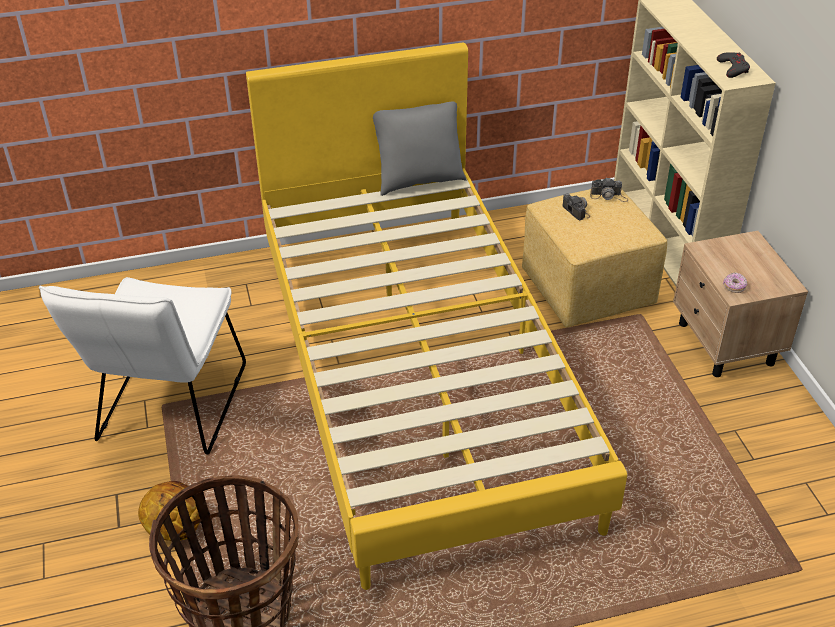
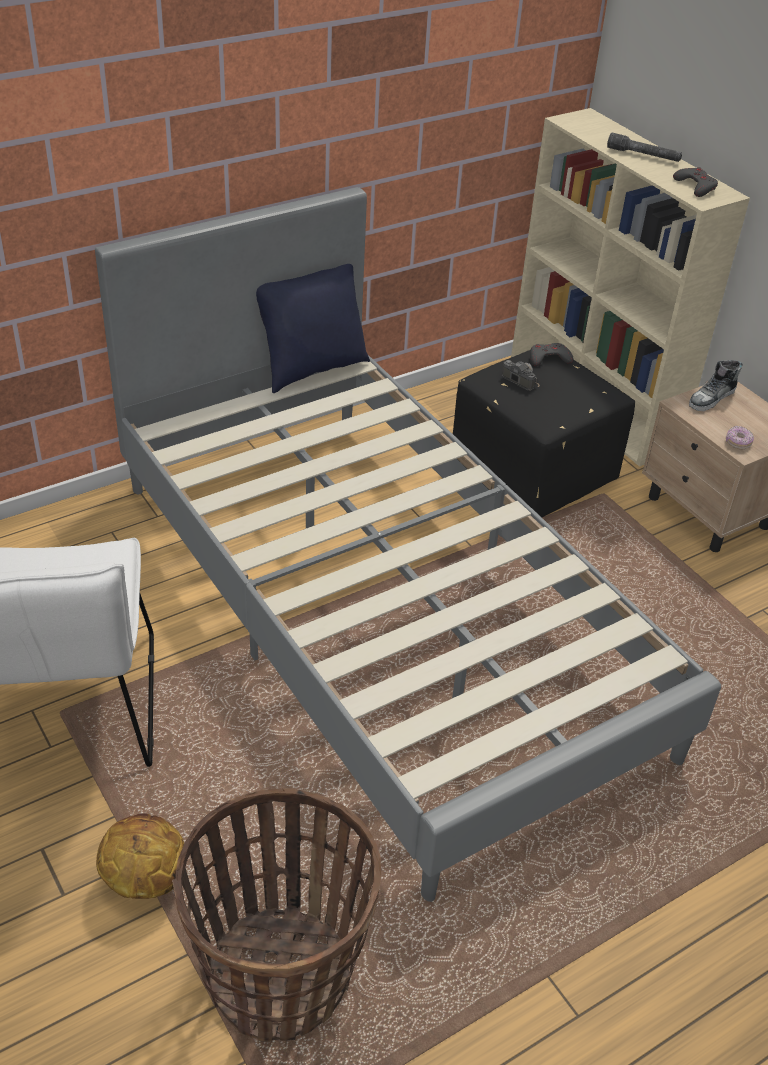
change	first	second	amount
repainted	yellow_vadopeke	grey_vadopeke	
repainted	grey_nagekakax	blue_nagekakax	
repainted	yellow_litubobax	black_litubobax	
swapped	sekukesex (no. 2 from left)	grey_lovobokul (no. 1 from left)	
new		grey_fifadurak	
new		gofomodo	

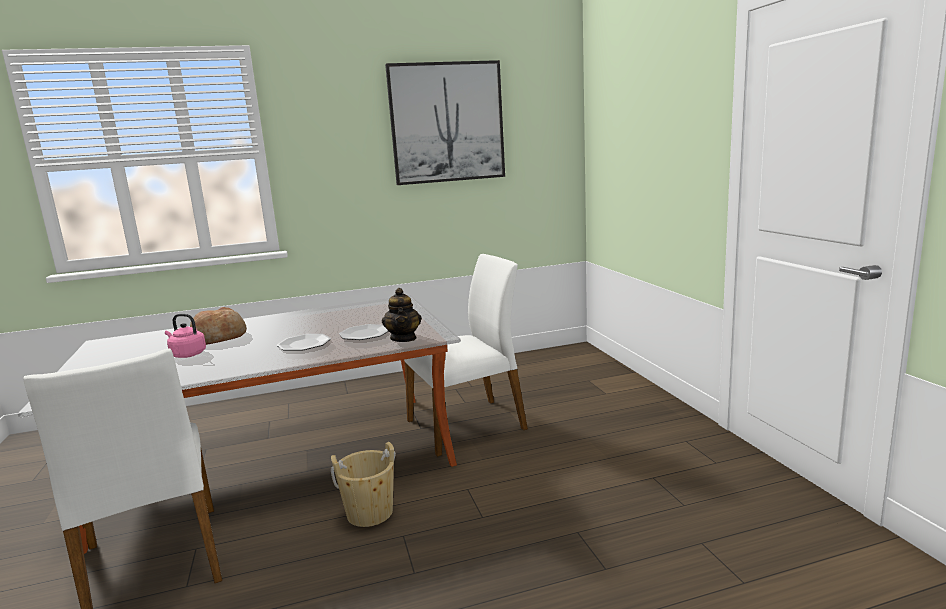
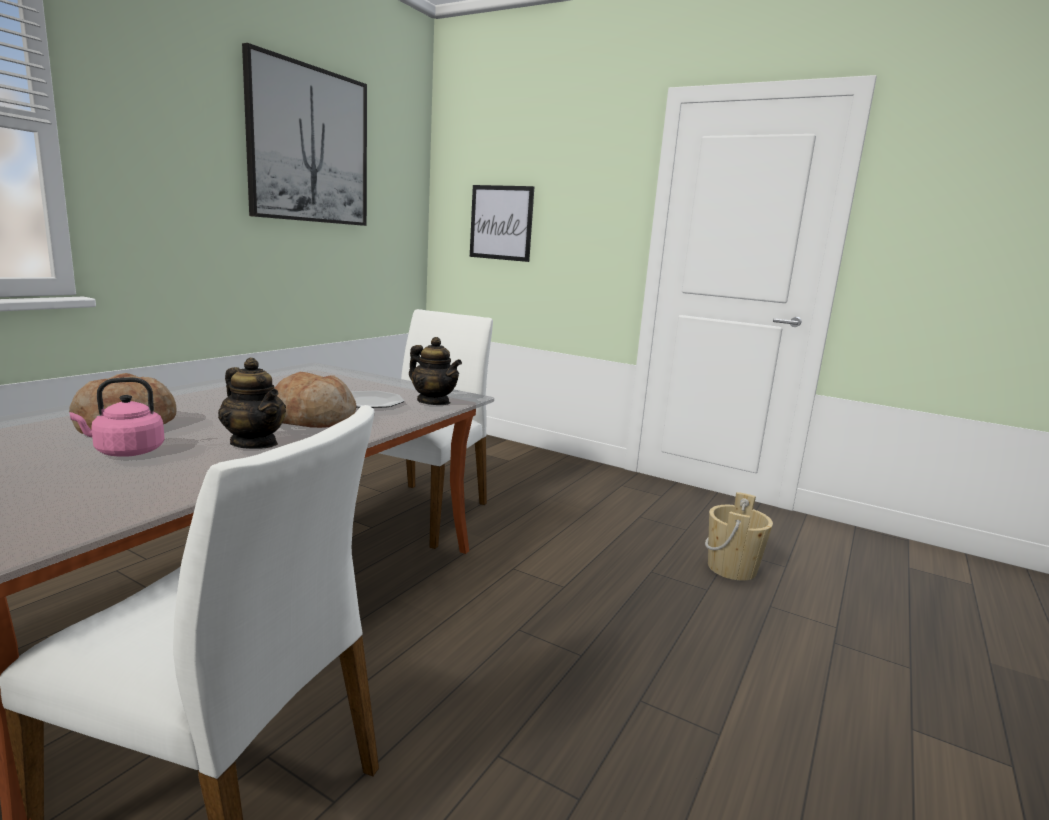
change	first	second	amount
new		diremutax (no. 1 from left)	
swapped	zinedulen (no. 1 from left)	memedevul (no. 2 from left)	
new		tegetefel (no. 2 from left)	
shifted	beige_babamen		

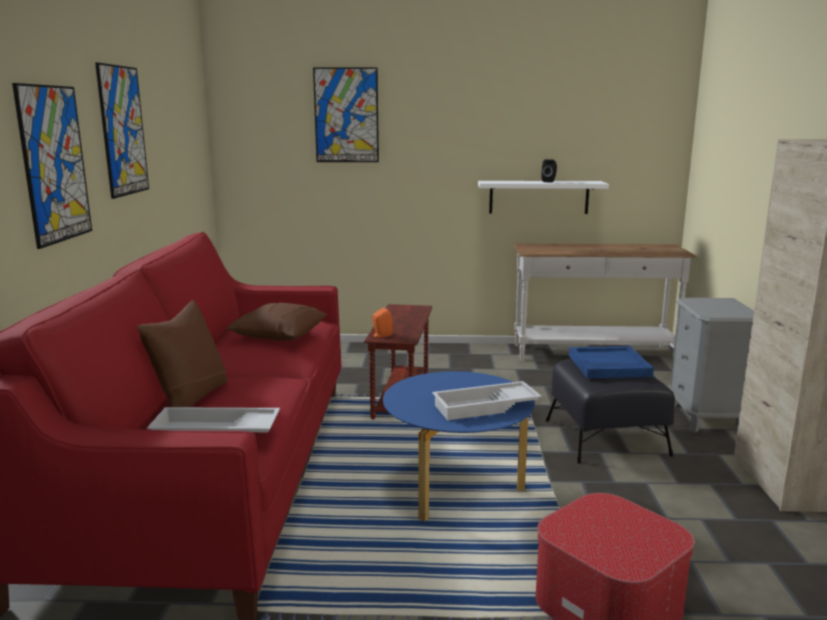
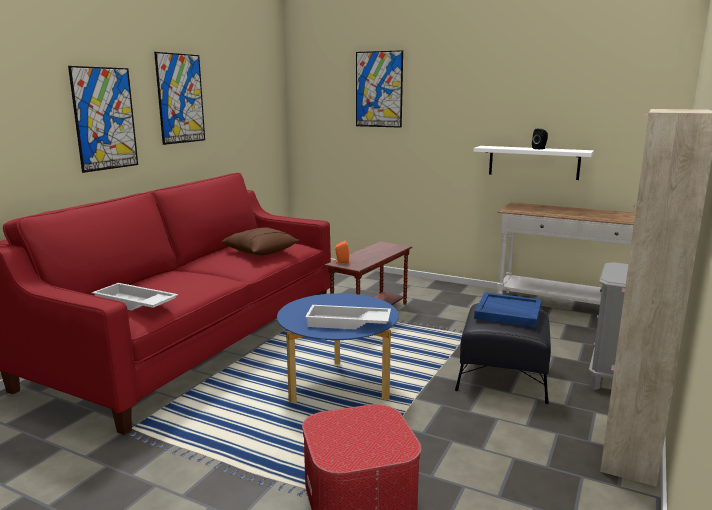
change	first	second	amount
gone	brown_nagekakax (no. 1 from left)		

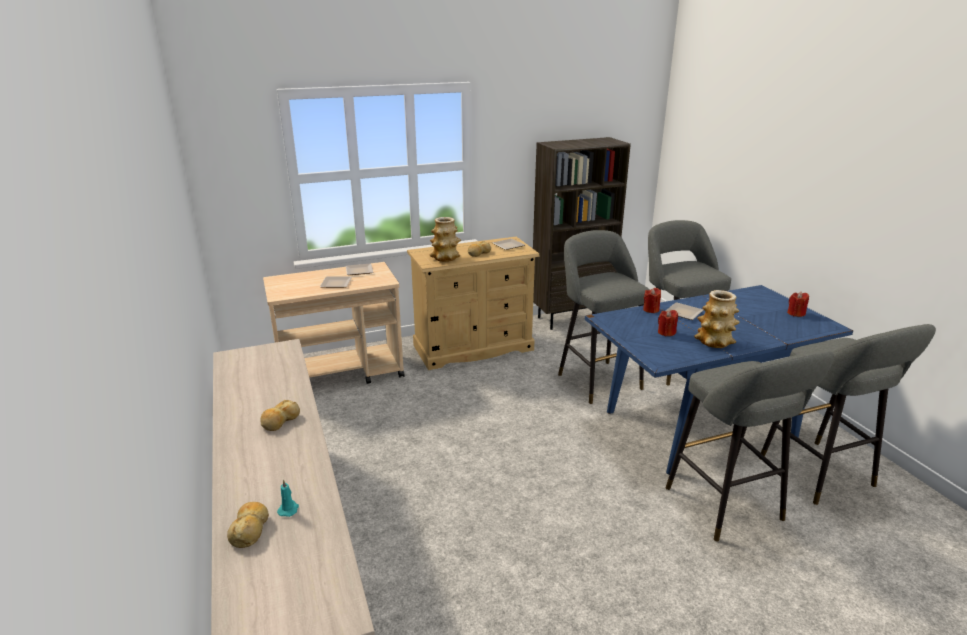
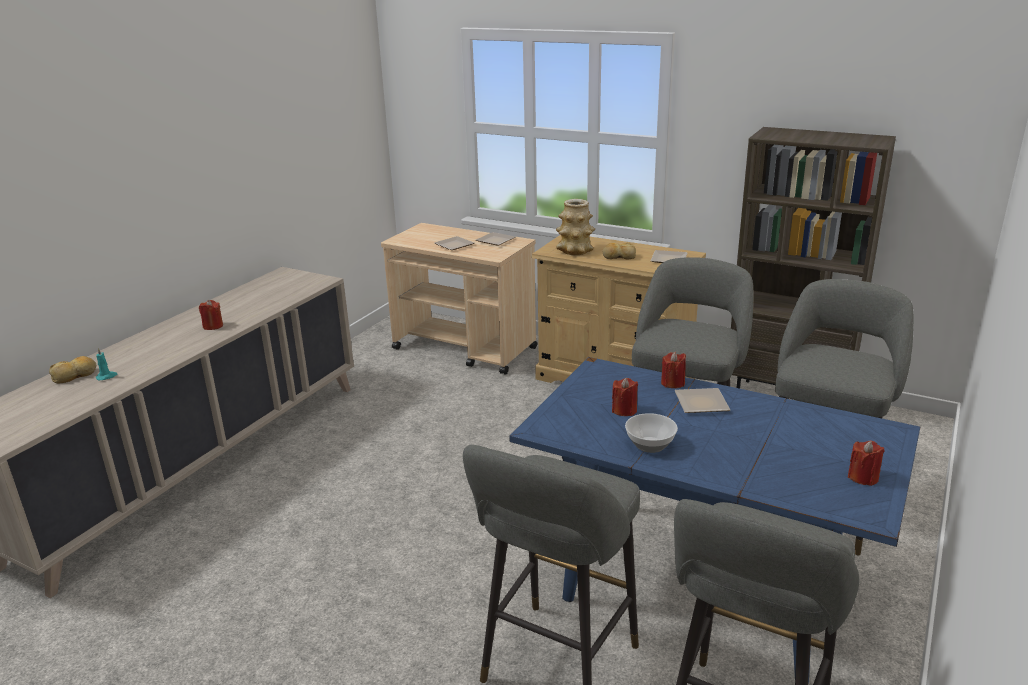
change	first	second	amount
swapped	memedevul (no. 2 from left)	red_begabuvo (no. 1 from left)	
swapped	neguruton (no. 2 from left)	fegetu	

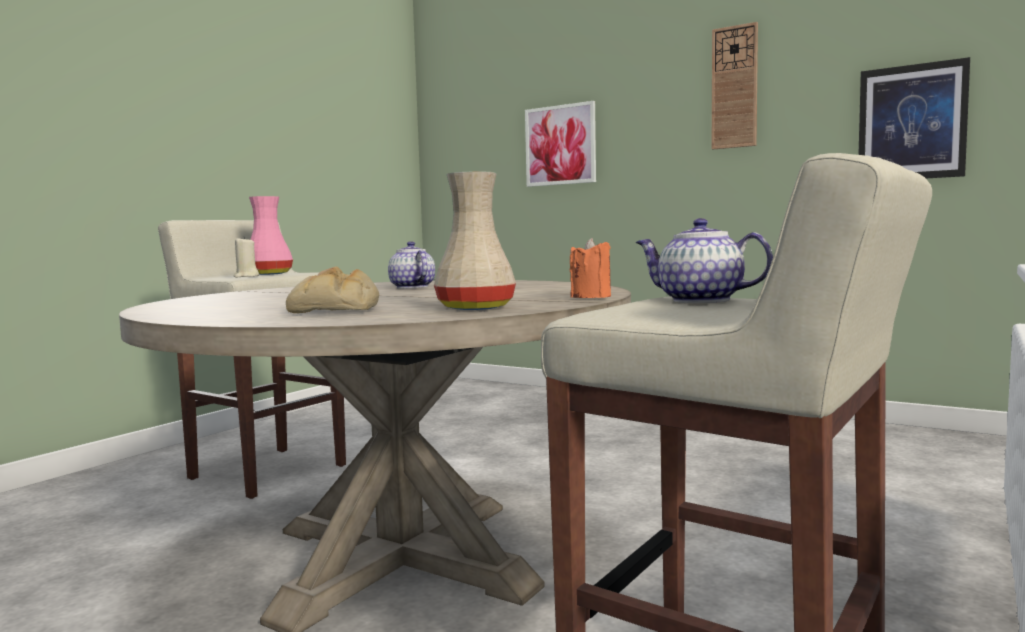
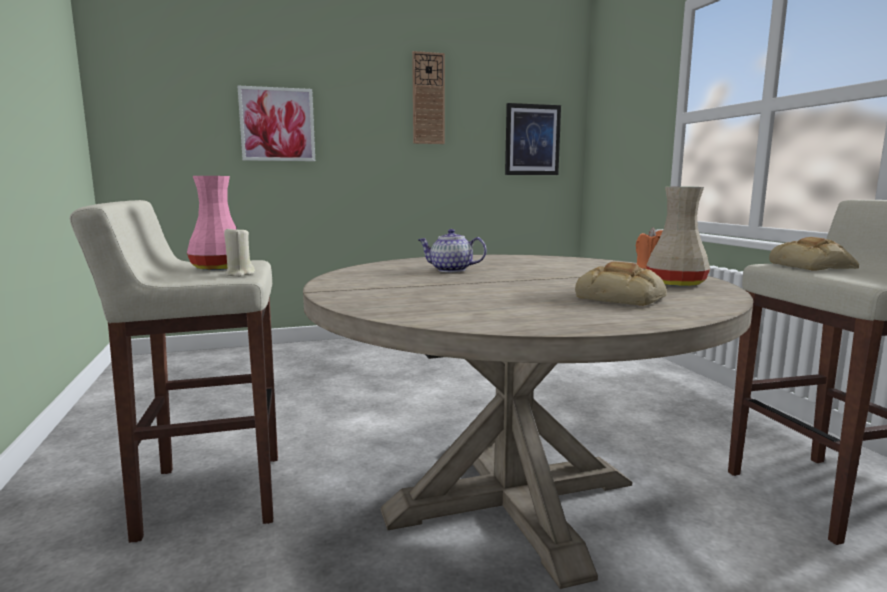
change	first	second	amount
swapped	diremutax (no. 2 from left)	memedevul (no. 2 from left)	

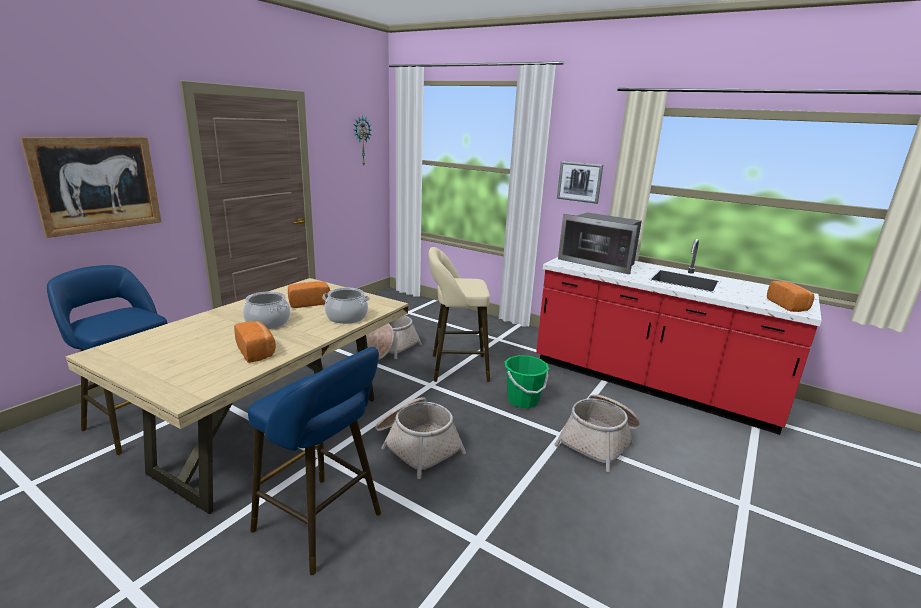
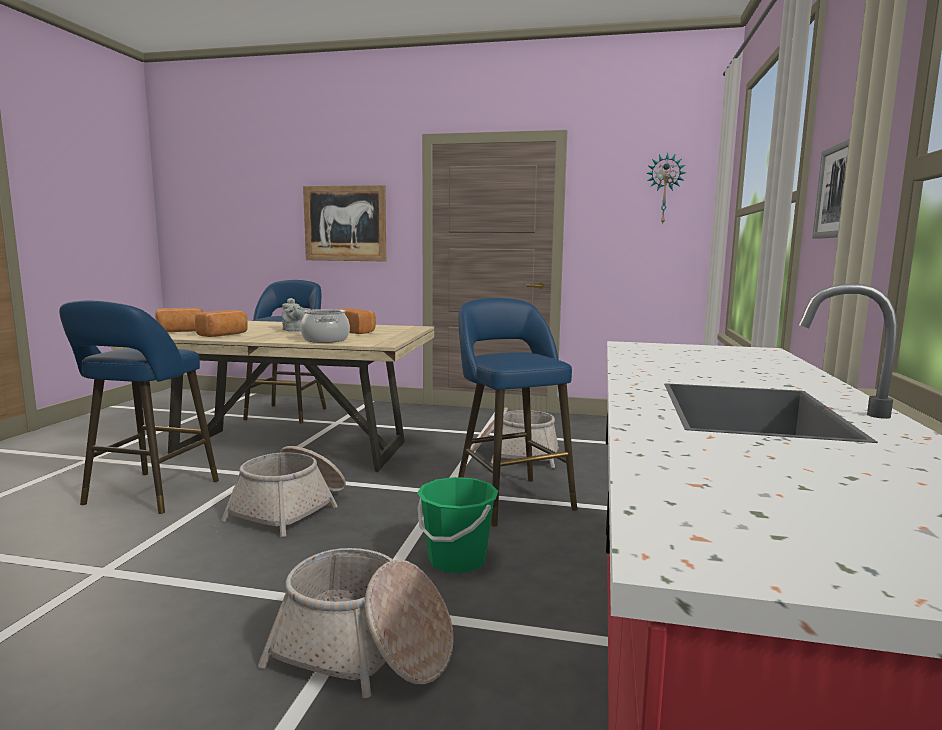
change	first	second	amount
shifted	memedevul (no. 3 from left in the first image)	memedevul (no. 1 from left)	
swapped	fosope (no. 1 from left)	grey_diremutax	
repainted	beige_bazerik	blue_bazerik (no. 3 from left)	
gone	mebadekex		

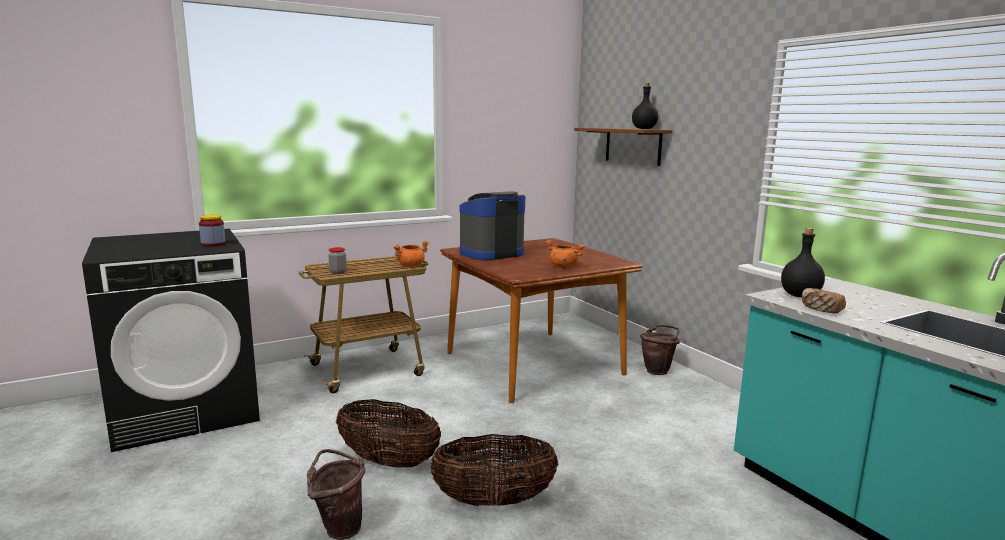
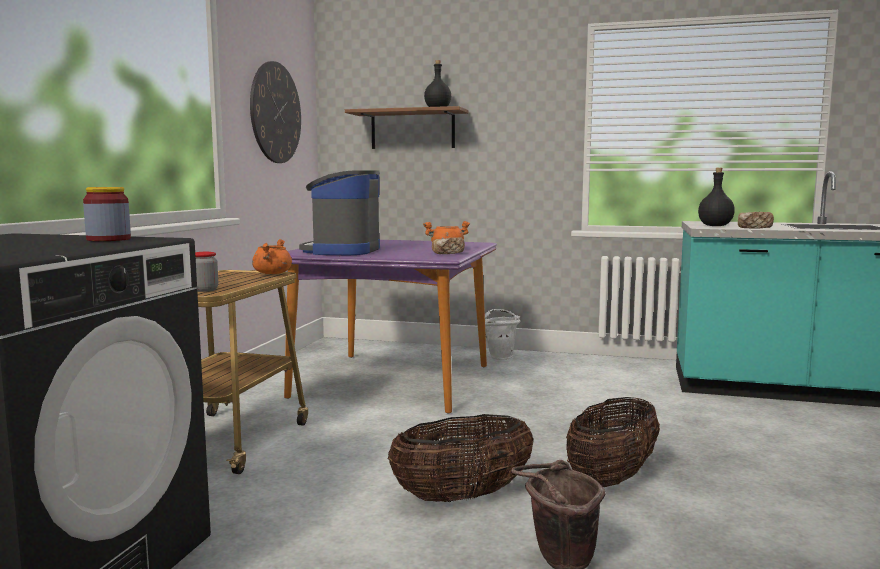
change	first	second	amount
new		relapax	
repainted	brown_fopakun	purple_fopakun	
new		memedevul (no. 1 from left)	
repainted	brown_babamen (no. 2 from left)	white_babamen	

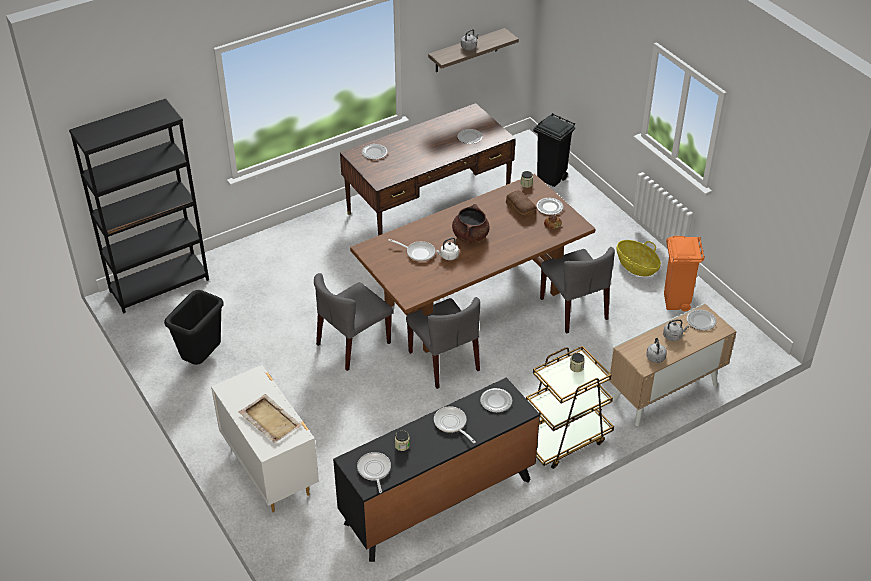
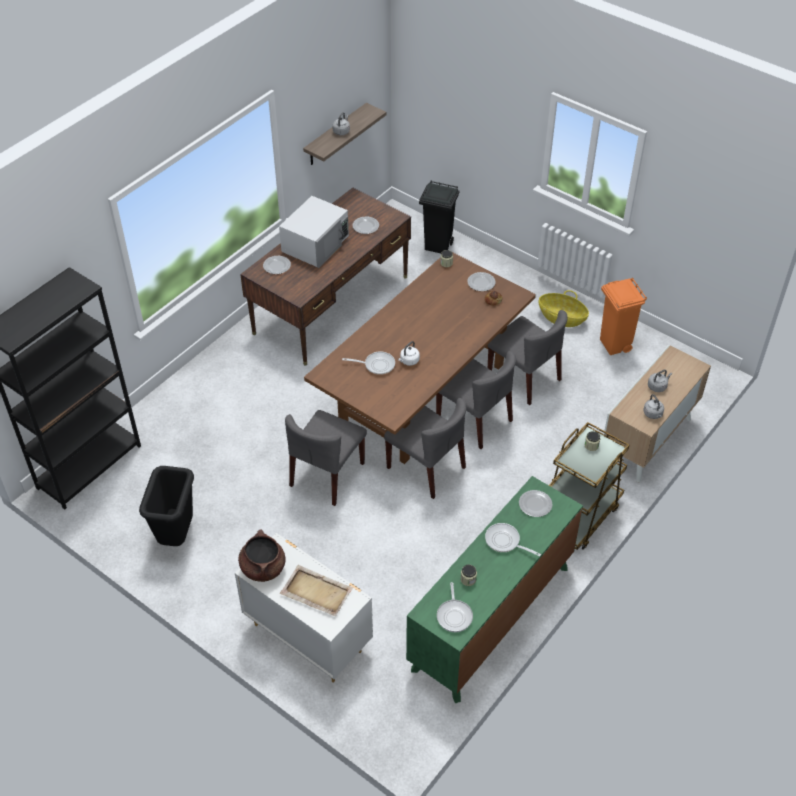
change	first	second	amount
shifted	brown_fosope		
new		white_mebadekex	
repainted	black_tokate	green_tokate	
new		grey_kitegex (no. 3 from left)	
rotated	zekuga (no. 1 from left in the first image)	zekuga (no. 2 from left)	150 degrees counterclockwise
gone	memedevul (no. 1 from left)		
gone	zinedulen (no. 5 from left)		

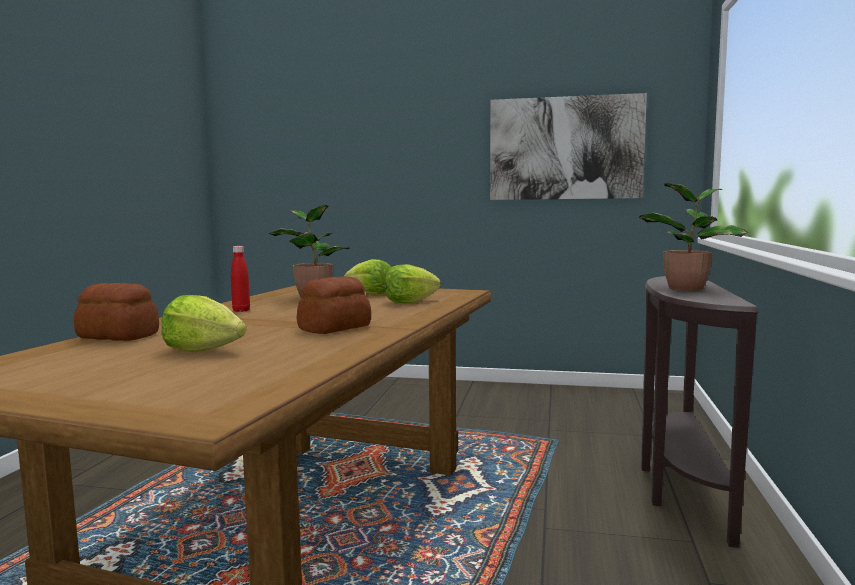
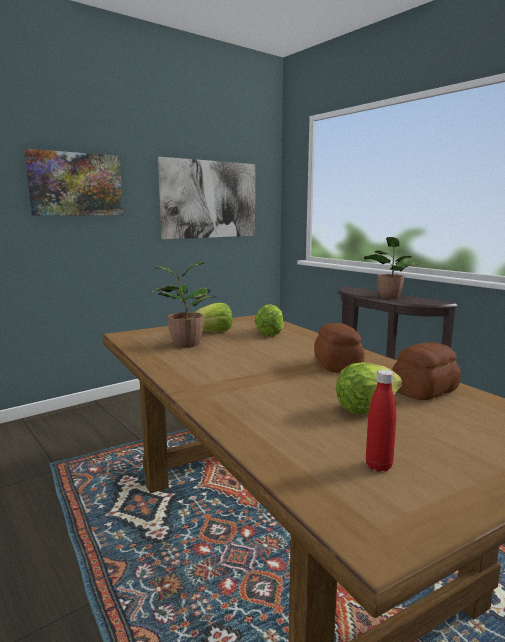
change	first	second	amount
new		tegetefel (no. 1 from left)	
shifted	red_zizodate		
shifted	memedevul (no. 1 from left in the first image)	memedevul (no. 2 from left)	

